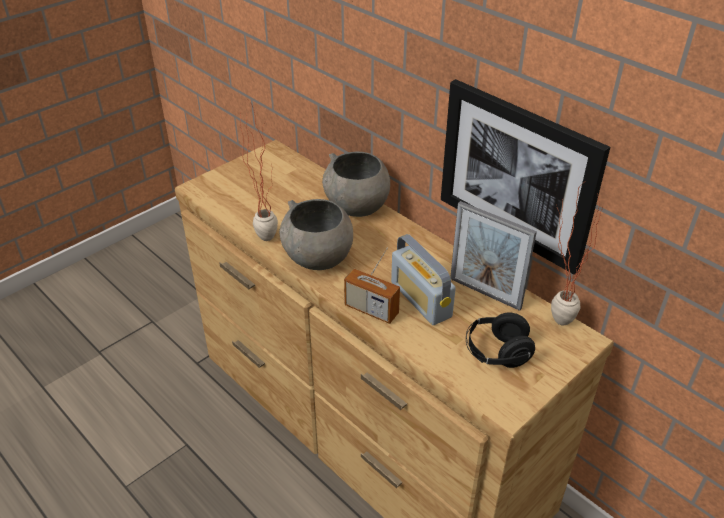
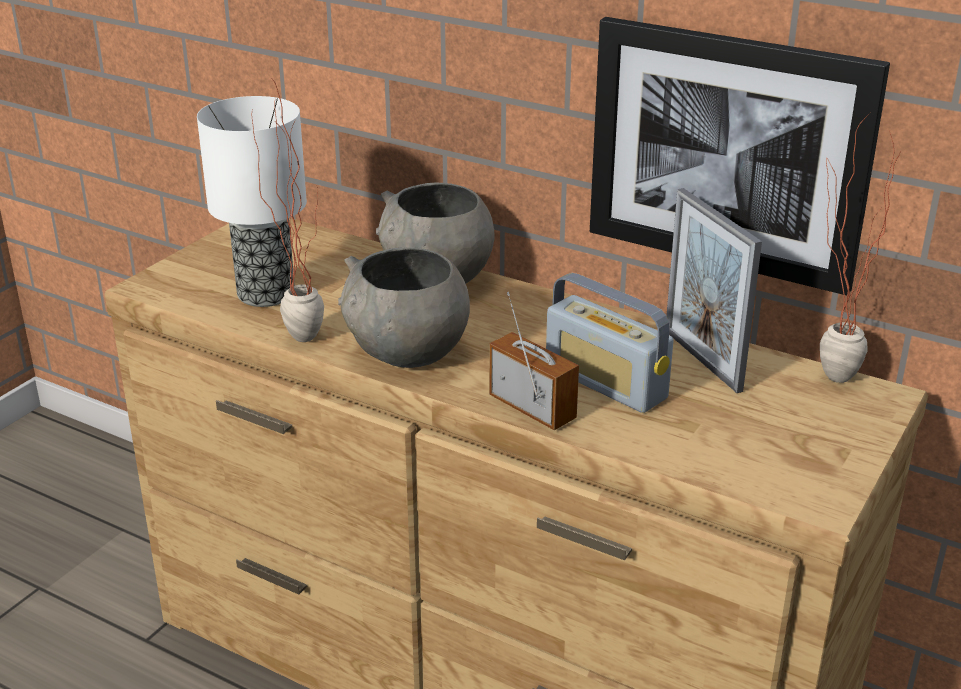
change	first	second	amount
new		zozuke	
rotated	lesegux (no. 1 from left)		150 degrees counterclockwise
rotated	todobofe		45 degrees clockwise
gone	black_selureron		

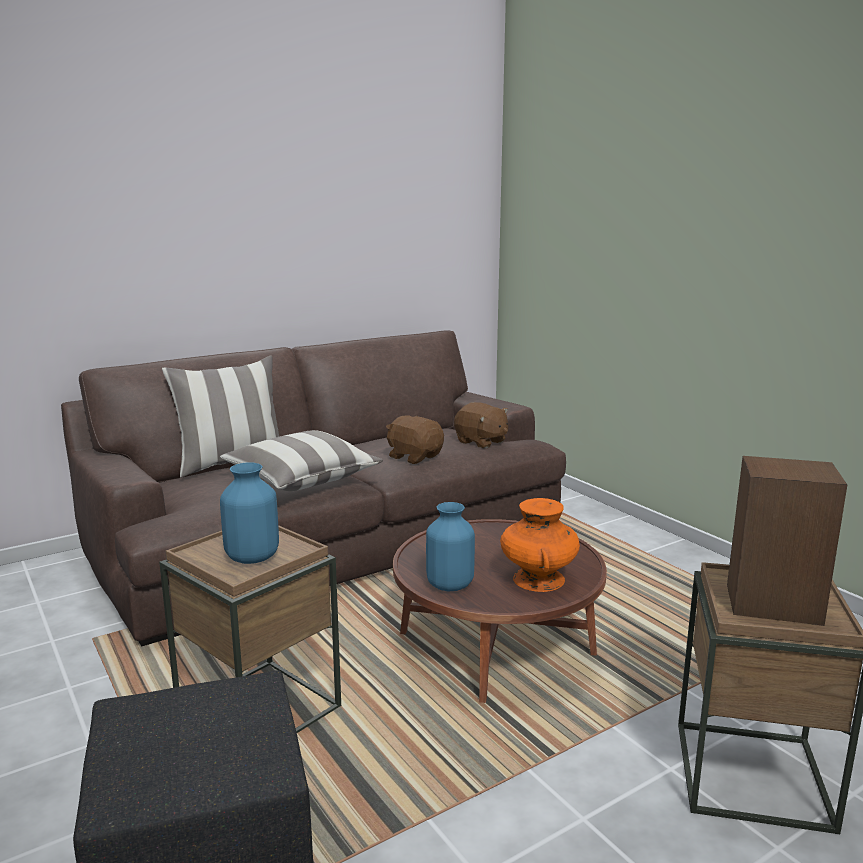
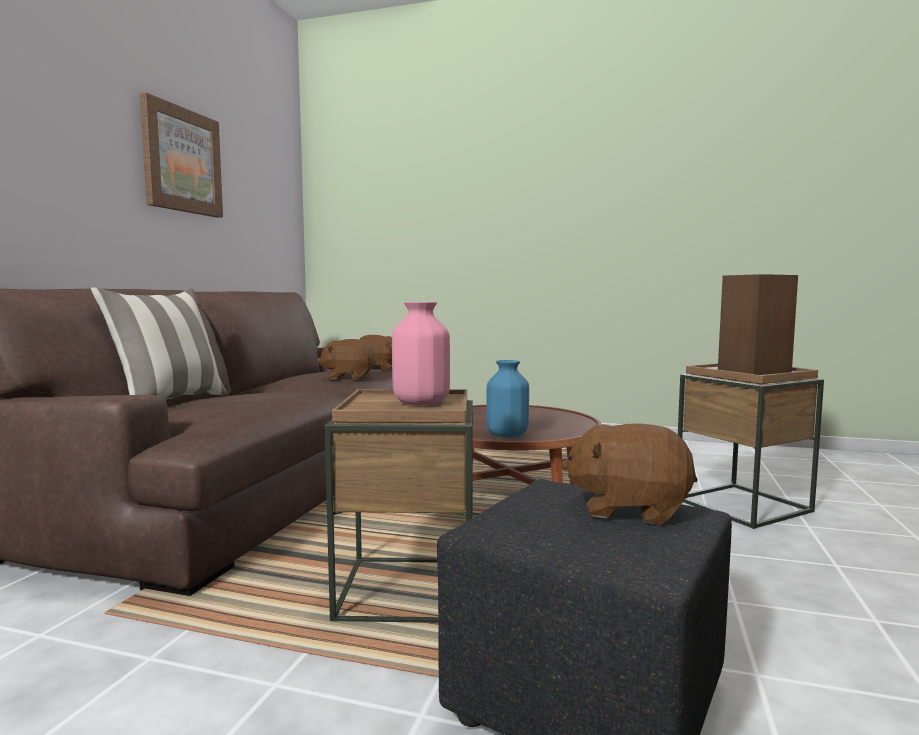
change	first	second	amount
new		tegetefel	
repainted	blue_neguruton (no. 1 from left)	pink_neguruton	
new		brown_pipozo (no. 3 from left)	
gone	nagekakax (no. 2 from left)		
gone	orange_neguruton		

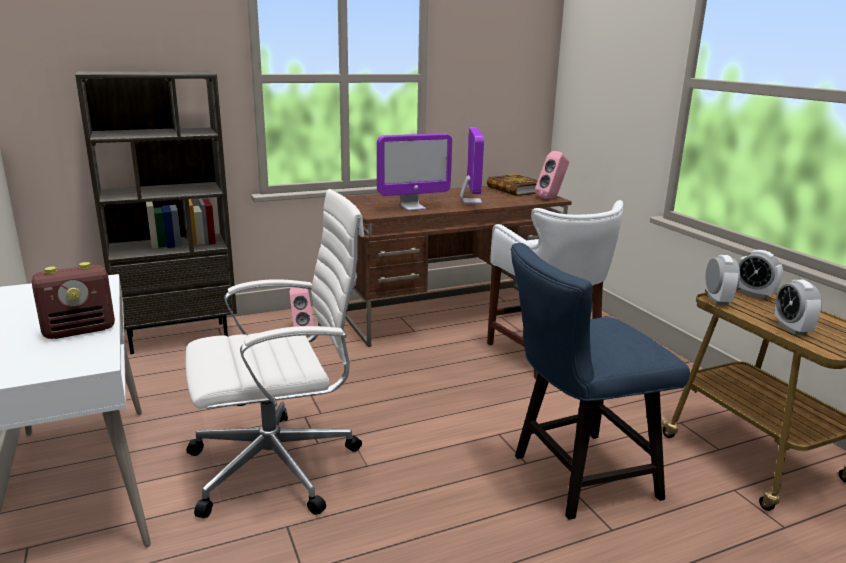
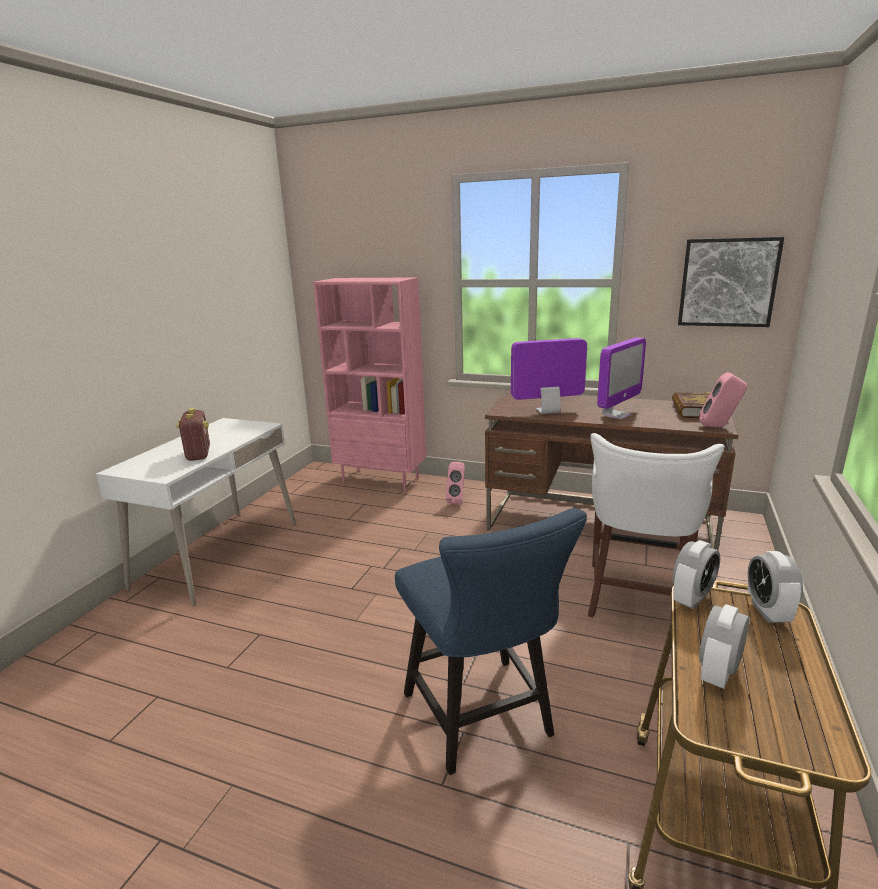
change	first	second	amount
rotated	lesegux		120 degrees counterclockwise
repainted	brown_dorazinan	pink_dorazinan	
rotated	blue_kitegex		135 degrees counterclockwise
rotated	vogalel (no. 1 from left)		150 degrees clockwise
new		tegetefel	
gone	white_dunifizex		

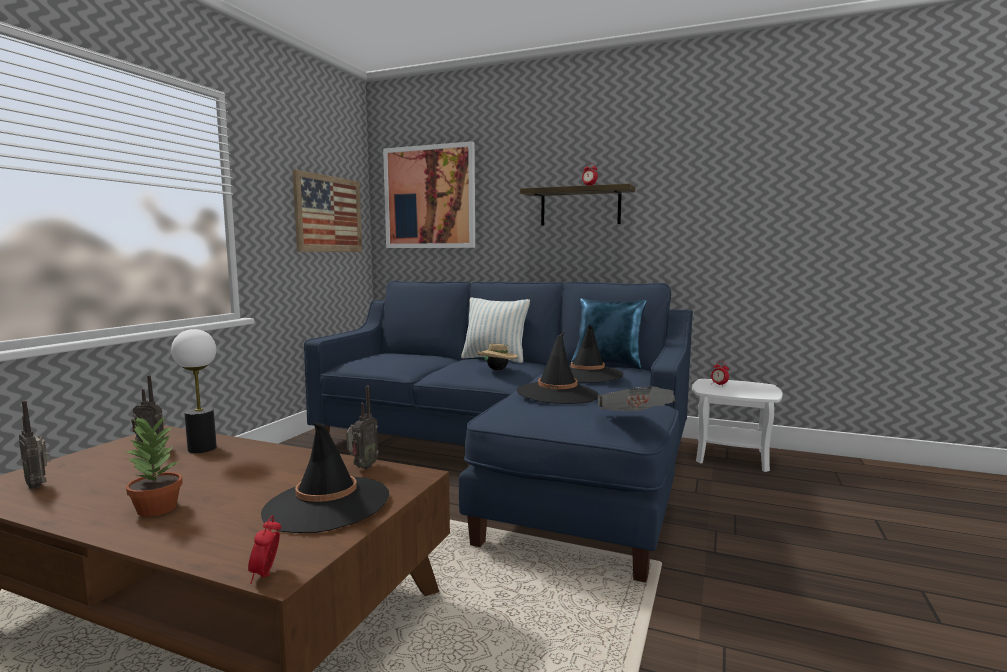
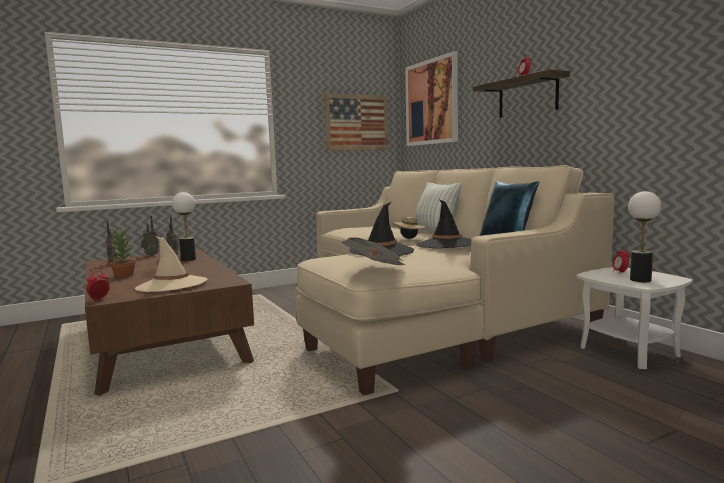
change	first	second	amount
repainted	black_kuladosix (no. 1 from left)	beige_kuladosix (no. 1 from left)	
shifted	lesegux (no. 3 from left in the first image)	lesegux (no. 2 from left)	
repainted	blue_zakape	beige_zakape	
new		zozuke (no. 2 from left)	

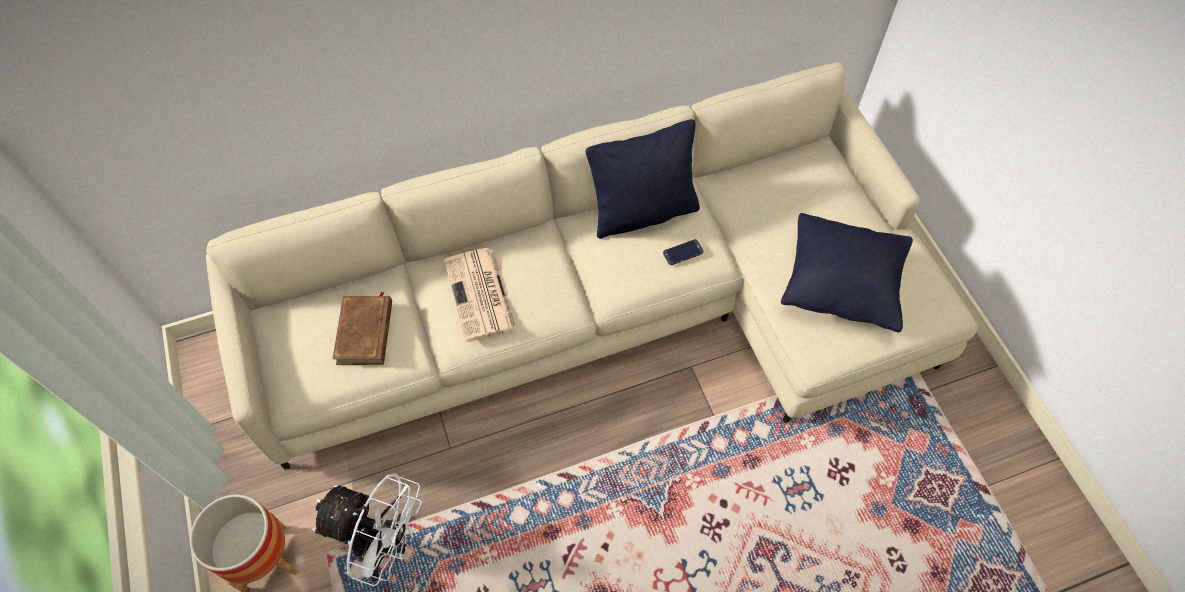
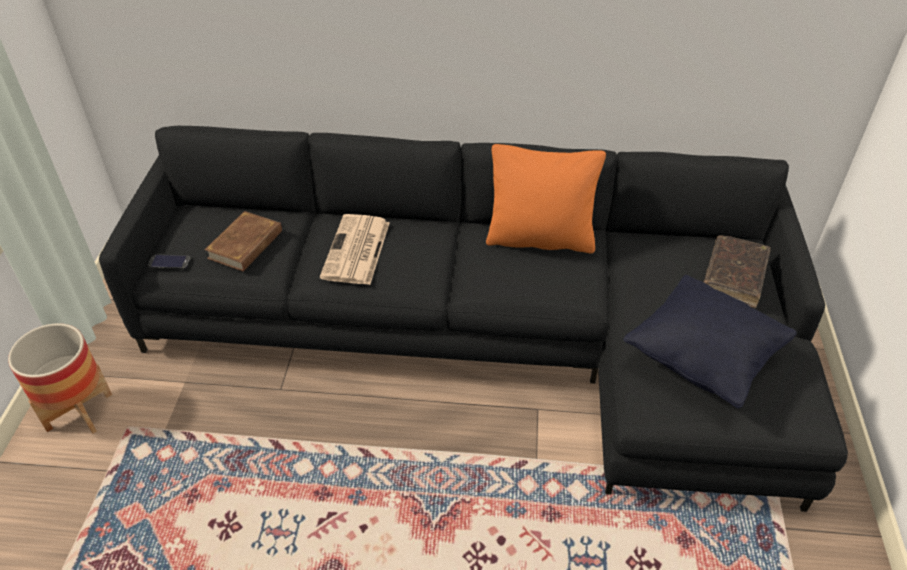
change	first	second	amount
repainted	beige_zakape	black_zakape	
shifted	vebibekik		
repainted	black_nagekakax (no. 1 from left)	orange_nagekakax	
new		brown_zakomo (no. 2 from left)	
gone	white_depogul		

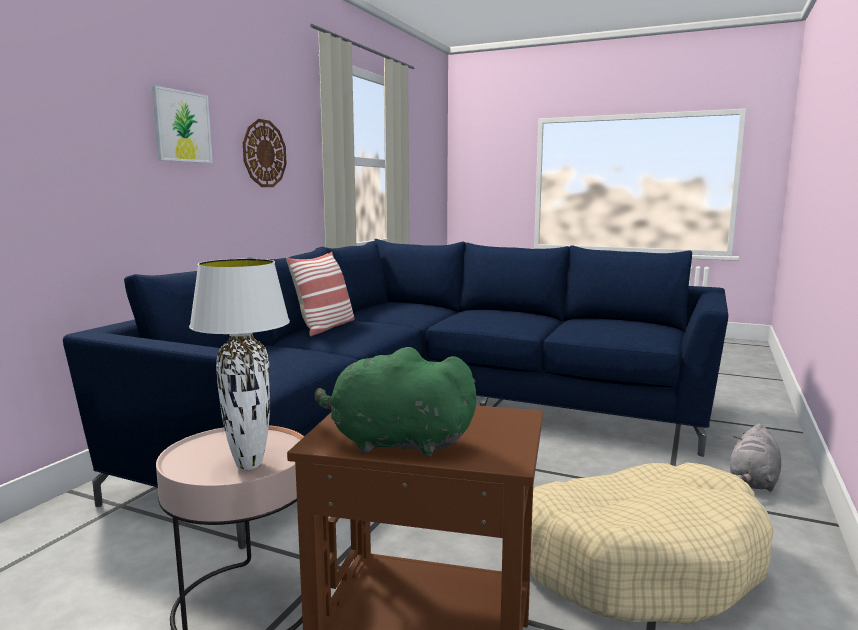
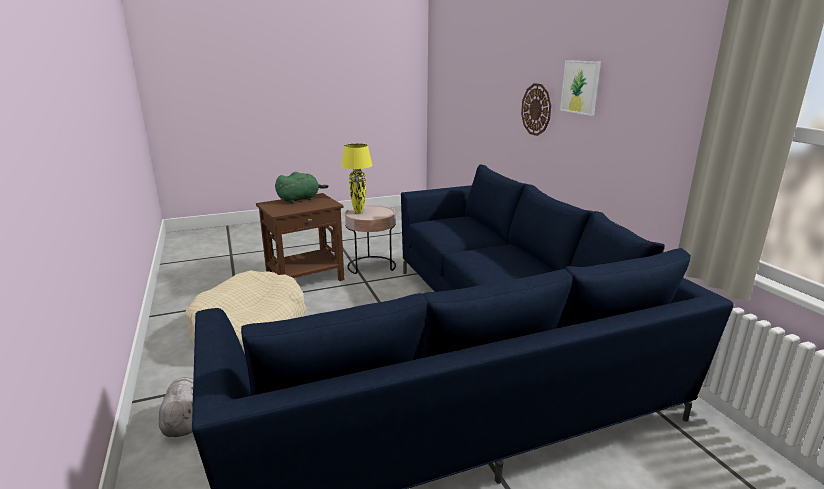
change	first	second	amount
repainted	white_zozuke	yellow_zozuke	
shifted	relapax		
gone	nagekakax		

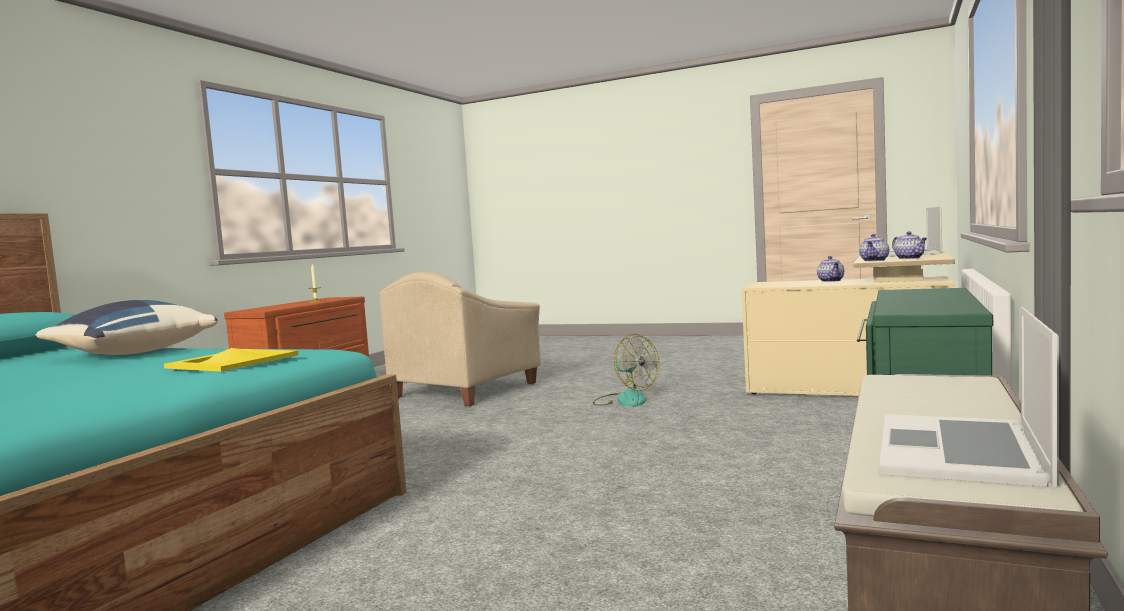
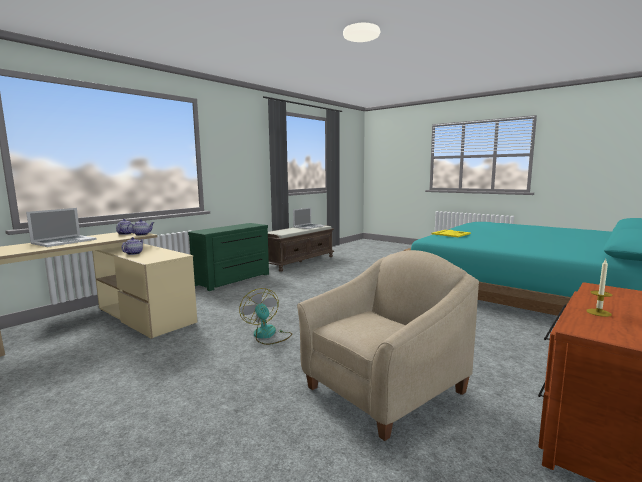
change	first	second	amount
gone	blue_nagekakax		

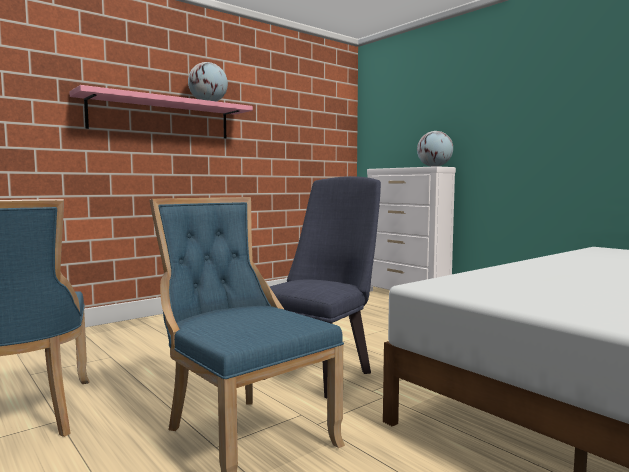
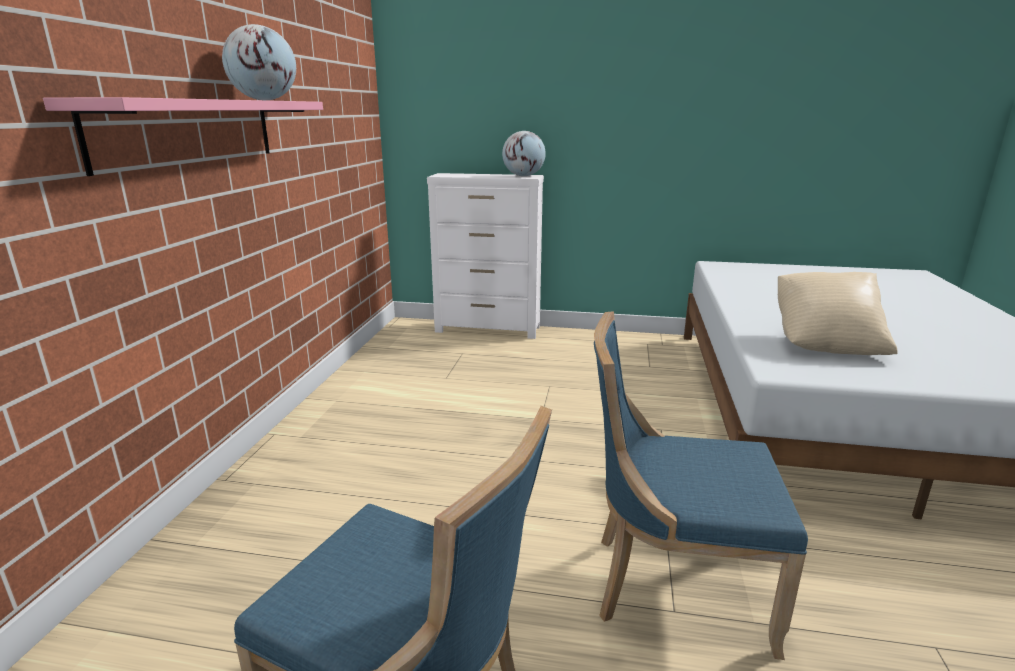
change	first	second	amount
new		beige_nagekakax	
gone	blue_kitegex (no. 3 from left)		

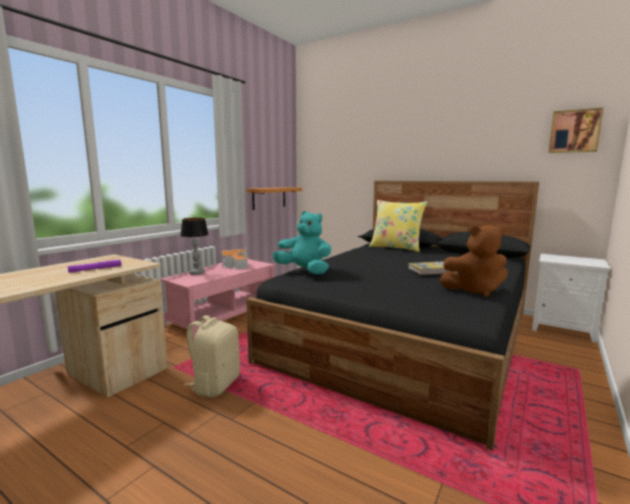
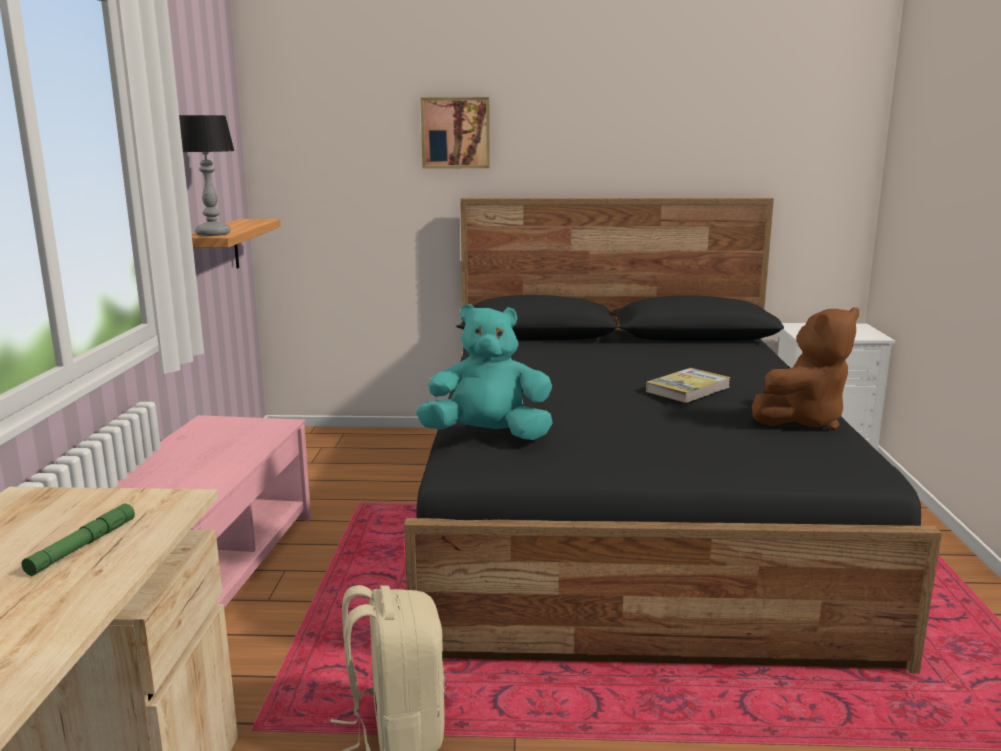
change	first	second	amount
repainted	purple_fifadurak	green_fifadurak	
shifted	zozuke		
shifted	tegetefel		
gone	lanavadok		
gone	yellow_nagekakax		

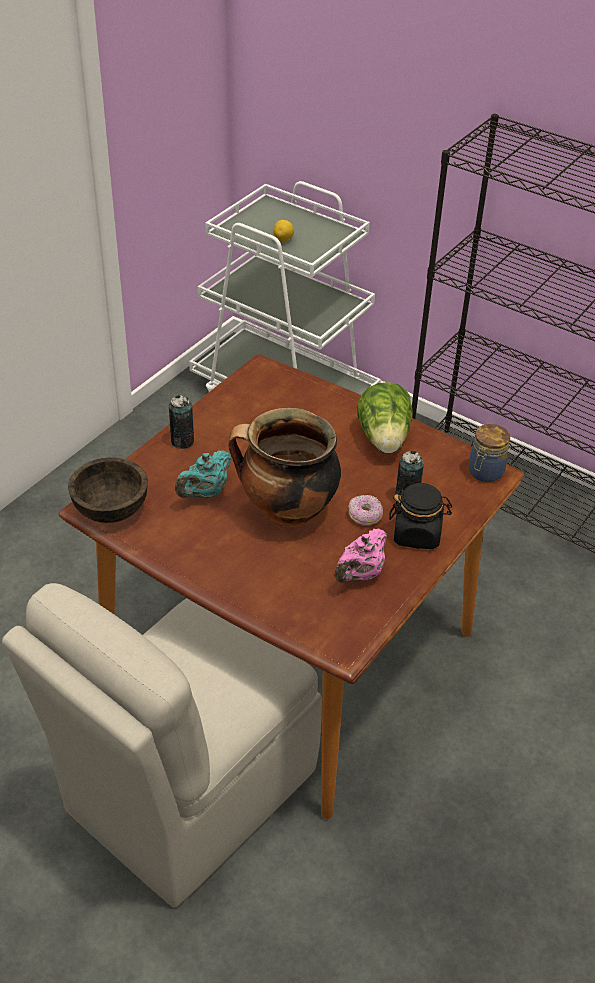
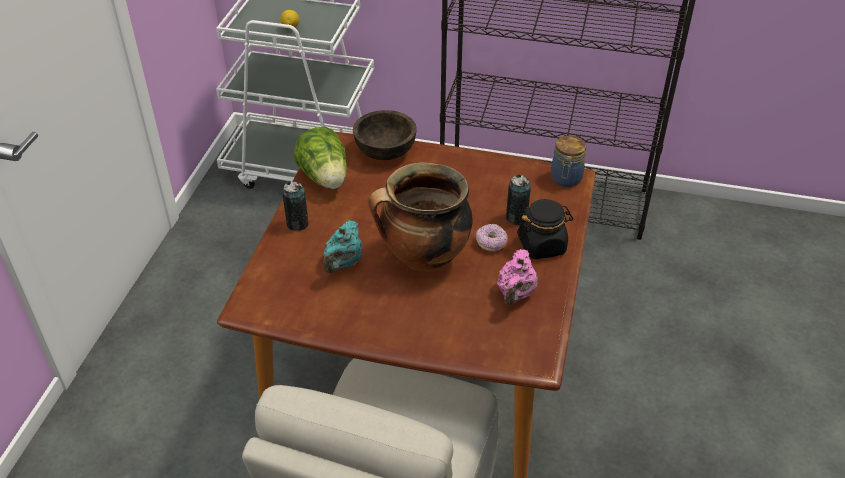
change	first	second	amount
shifted	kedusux		
shifted	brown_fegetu		

